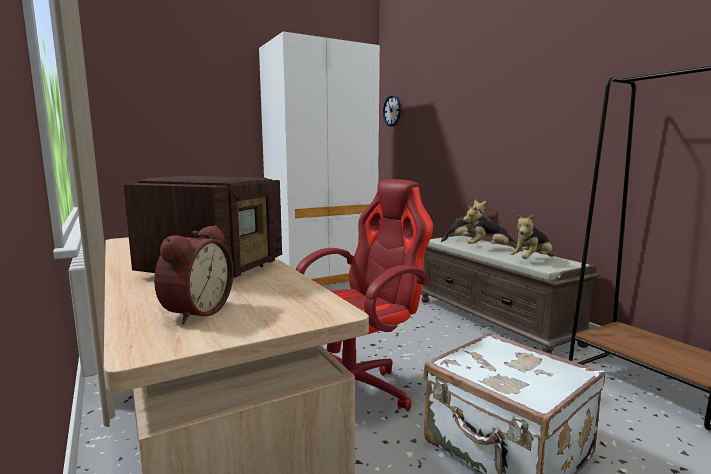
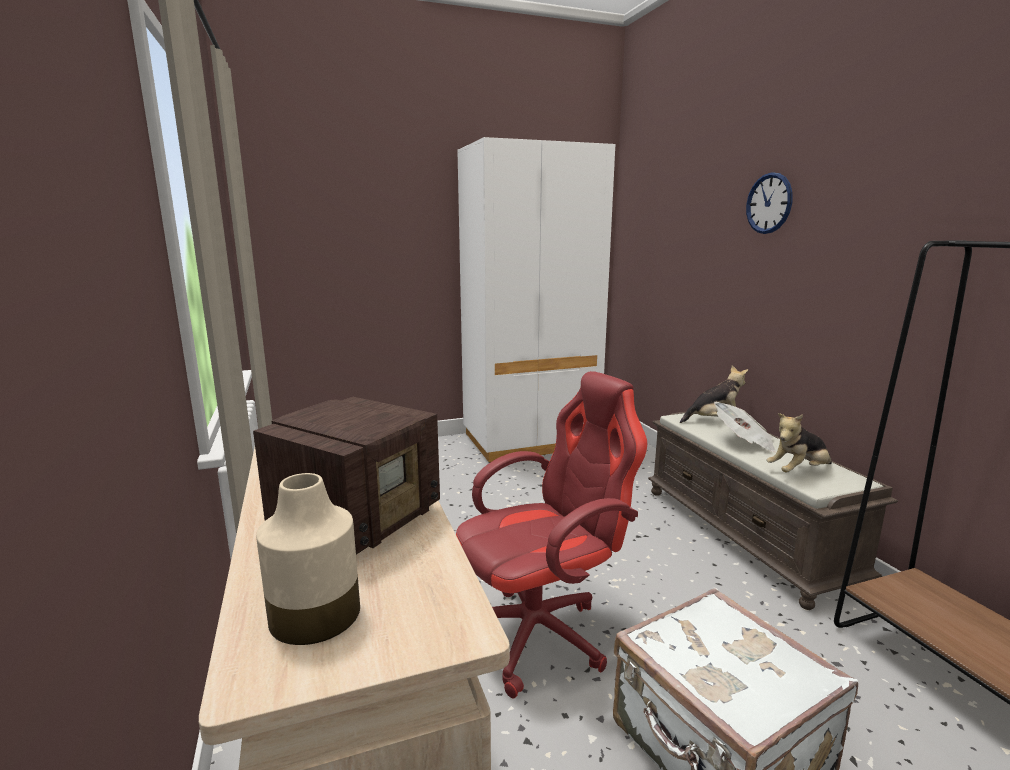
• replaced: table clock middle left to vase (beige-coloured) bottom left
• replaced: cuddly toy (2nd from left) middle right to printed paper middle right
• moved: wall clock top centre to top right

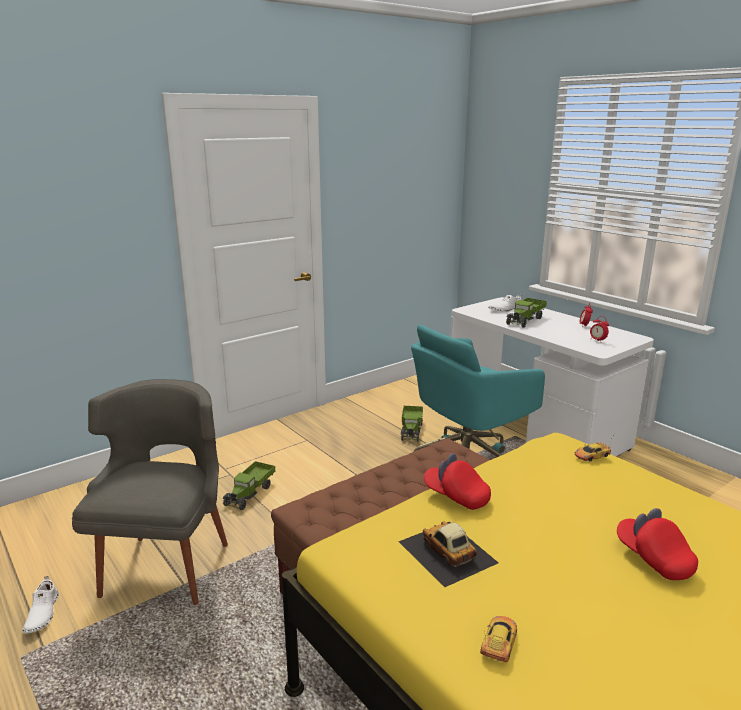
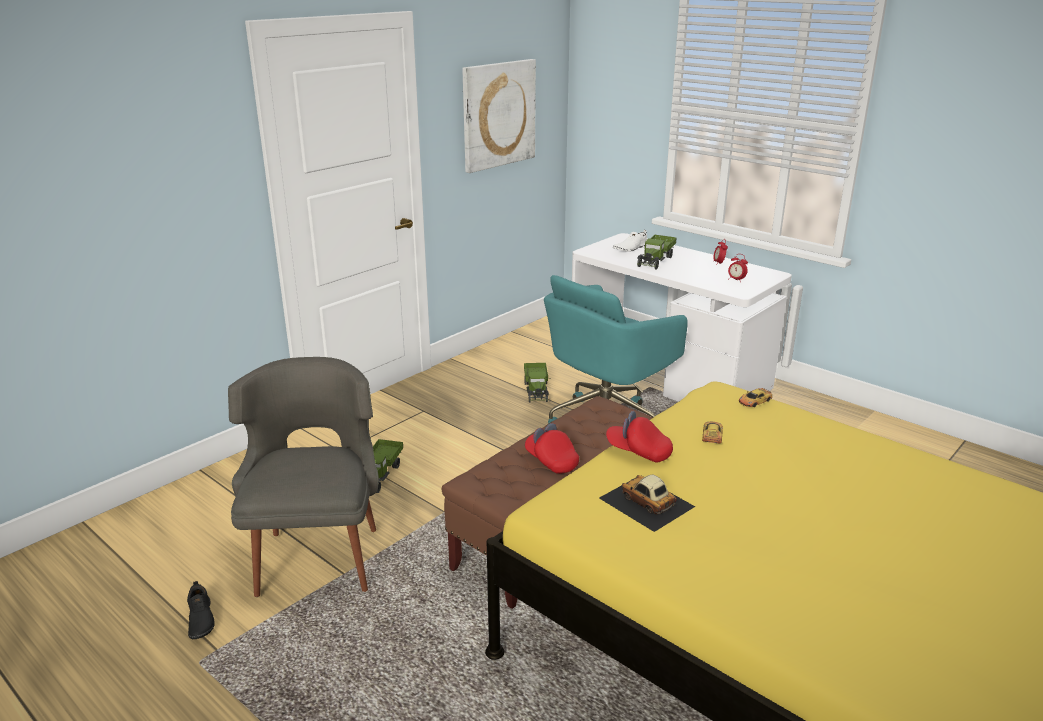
• recoloured: shoe (whitish) (1st from left) bottom left to shoe (black) bottom left
• added: wall art top centre
• moved: cap (red-coloured) (2nd from left in the first image) bottom right to cap (red-coloured) (1st from left) centre
• moved: miniature car (2nd from left) bottom right to middle right

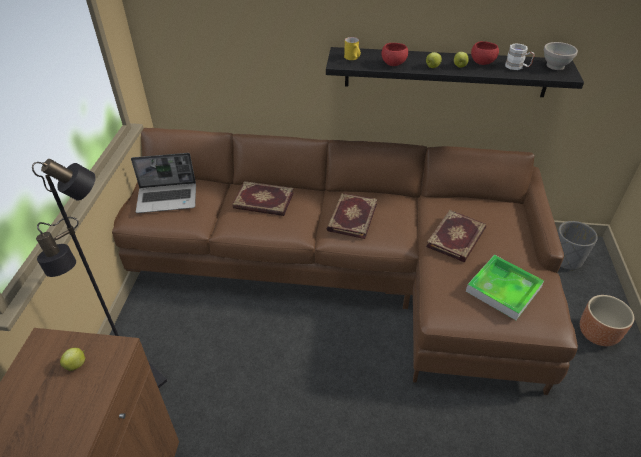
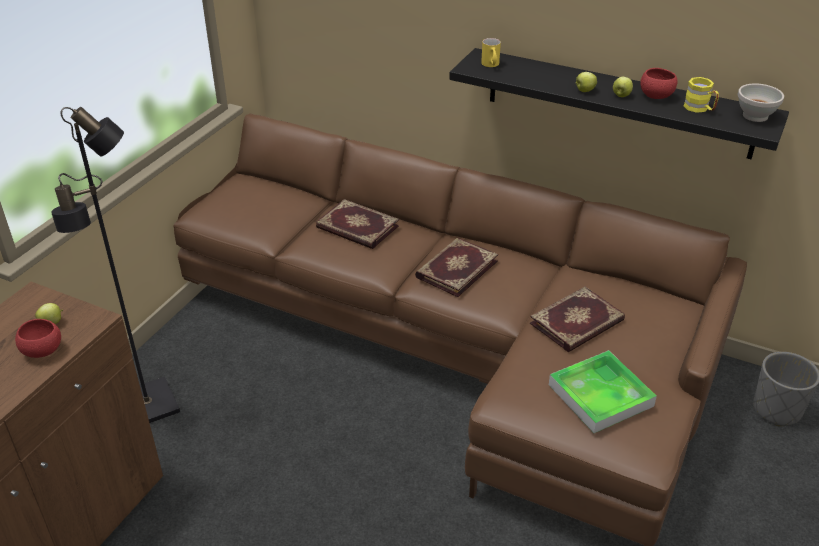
• moved: serving bowl (red-coloured) (1st from left) top centre to middle left
• recoloured: coffee mug (whitish) top right to coffee mug (yellow) (2nd from left) top right
• removed: laptop middle left
• removed: planter (brown) bottom right

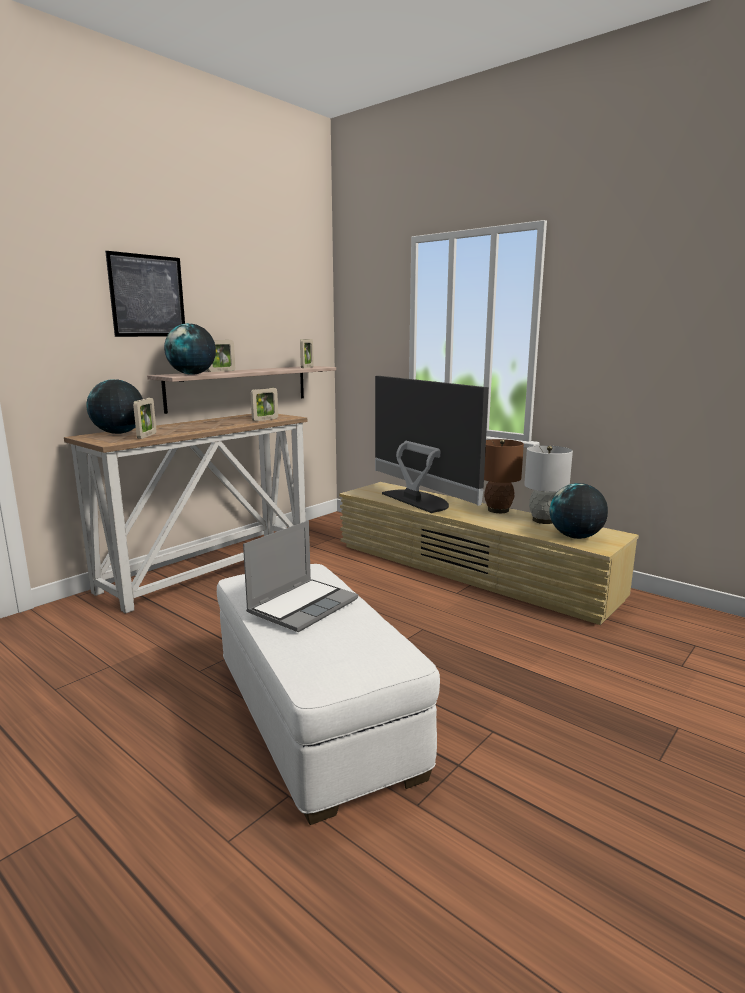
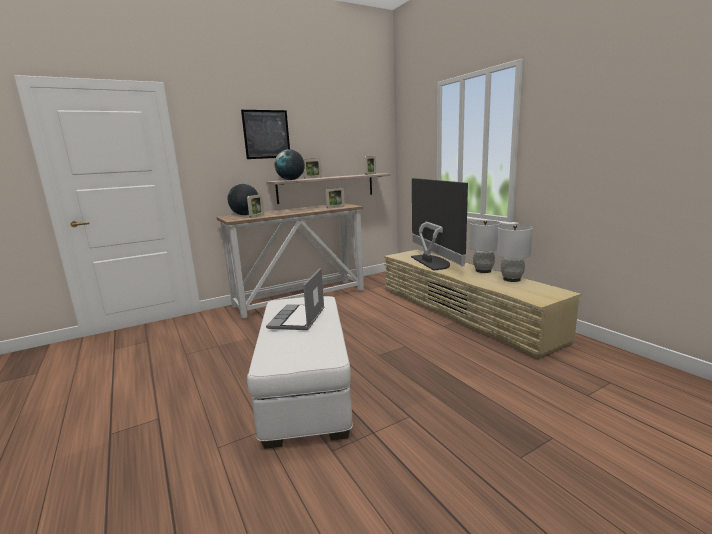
• turned: laptop centre = centre 135 degrees clockwise
• recoloured: lamp for a table (brown) middle right to lamp for a table (whitish) (1st from left) middle right
• removed: globe (3rd from left) middle right

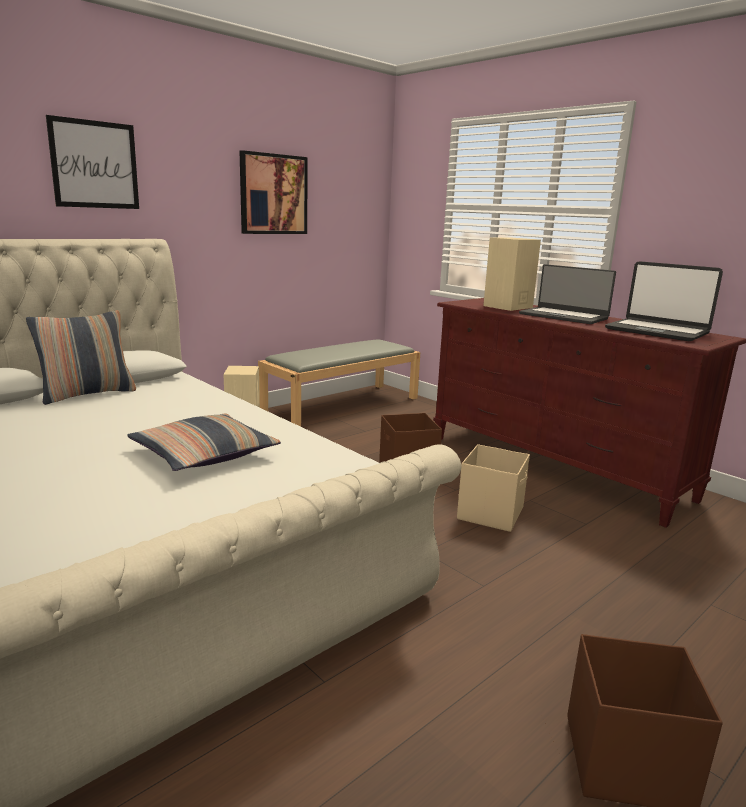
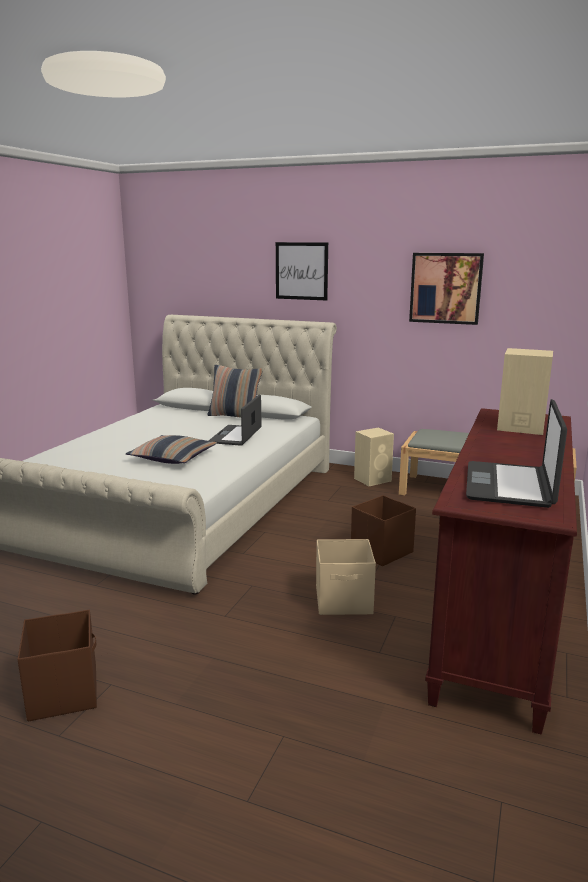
• moved: laptop (1st from left) middle right to centre

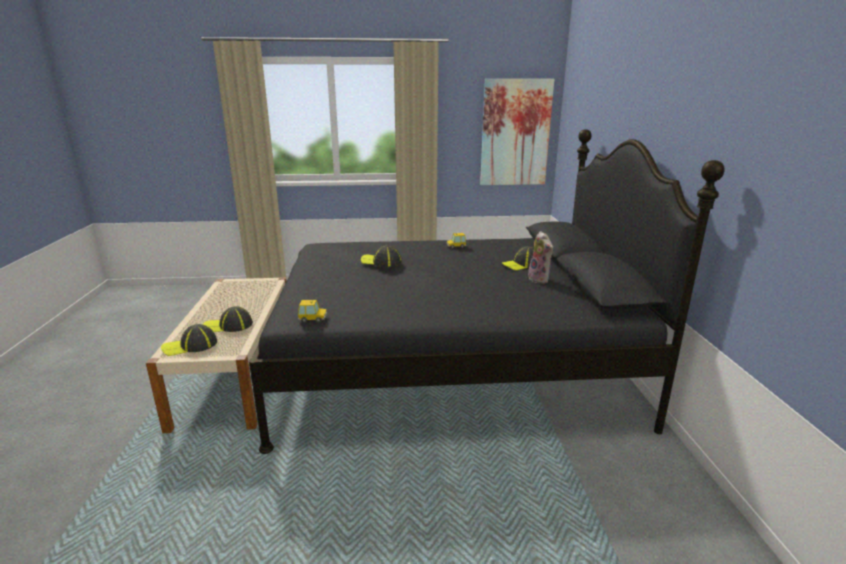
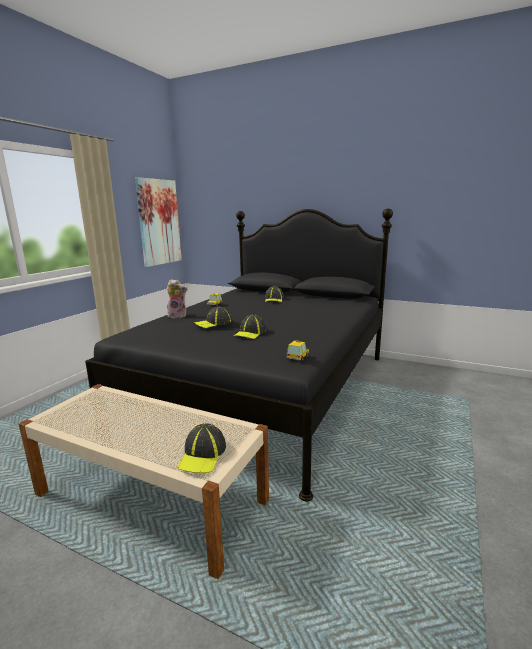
• moved: cuddly toy centre to middle left
• moved: cap (2nd from left in the first image) middle left to cap (3rd from left) centre

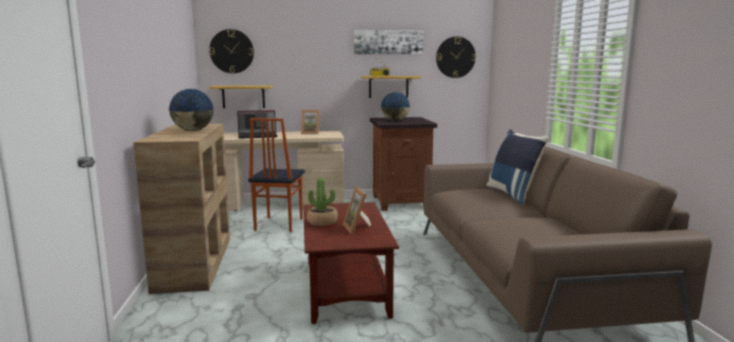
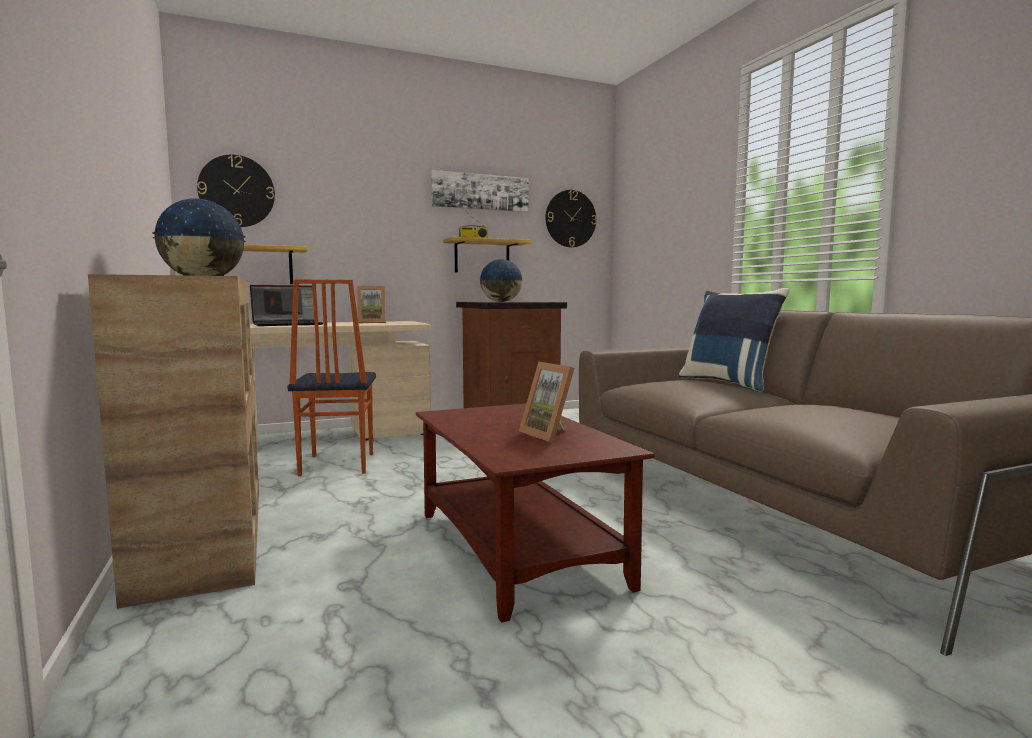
• removed: potted plant centre

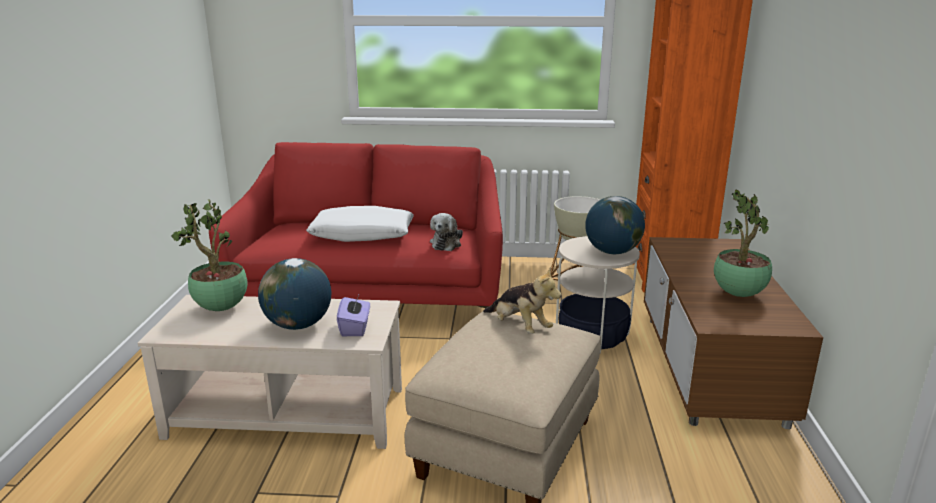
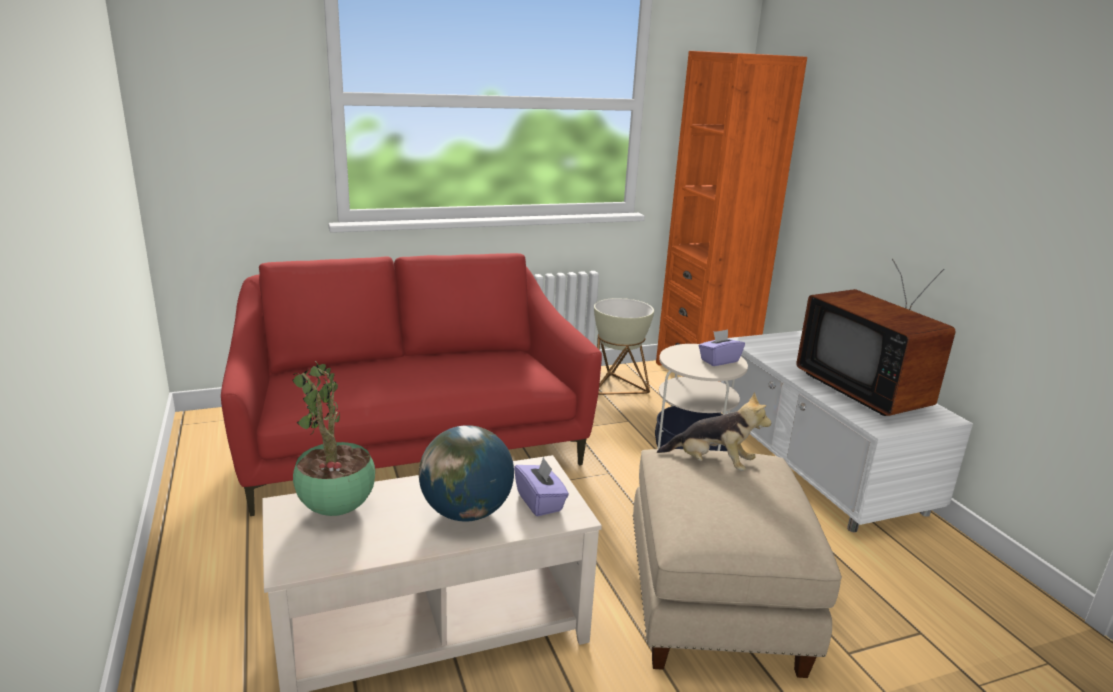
• replaced: globe (2nd from left) centre to tissue box (purplish) (2nd from left) centre
• recoloured: tv stand (brown) middle right to tv stand (whitish) middle right
• replaced: potted plant (2nd from left) middle right to TV middle right
• removed: pillow (whitish) centre
• removed: cuddly toy (1st from left) centre

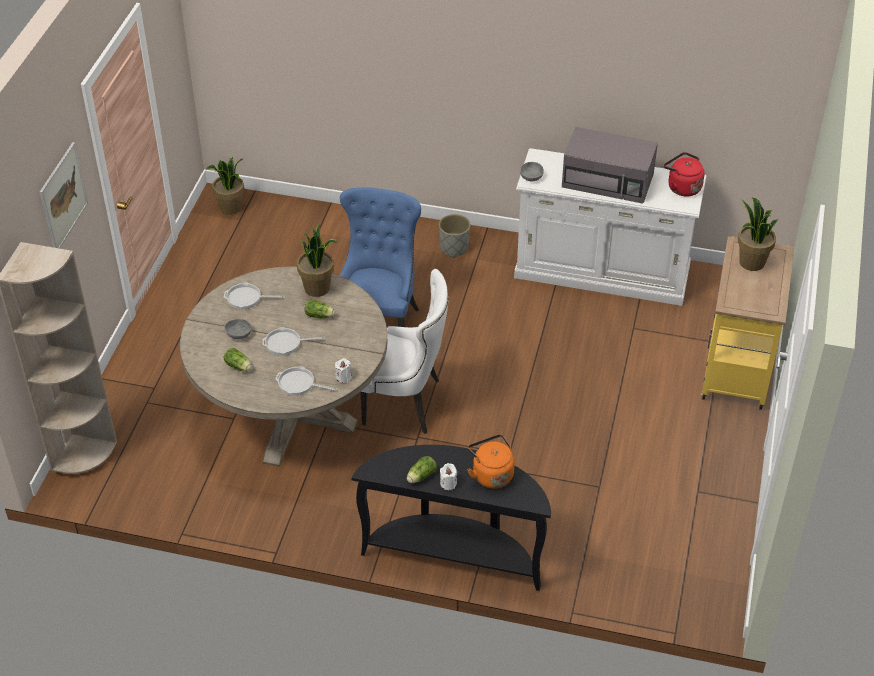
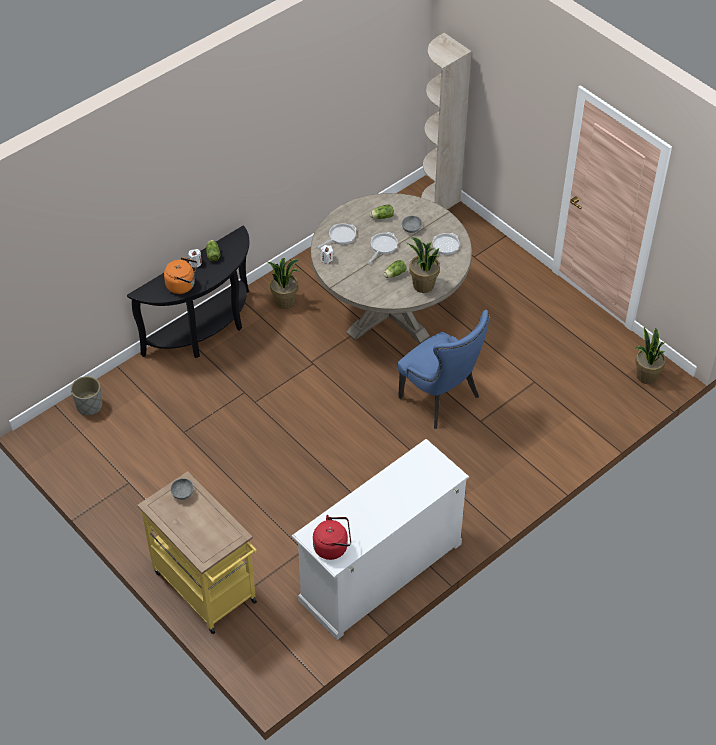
• moved: planter (grey) centre to middle left
• moved: serving bowl (grey) (2nd from left in the first image) top centre to serving bowl (grey) (1st from left) middle left
• moved: potted plant (3rd from left in the first image) middle right to potted plant (1st from left) centre
• removed: wall art top left
• removed: chair (whitish) centre
• removed: microwave oven (grey) top right

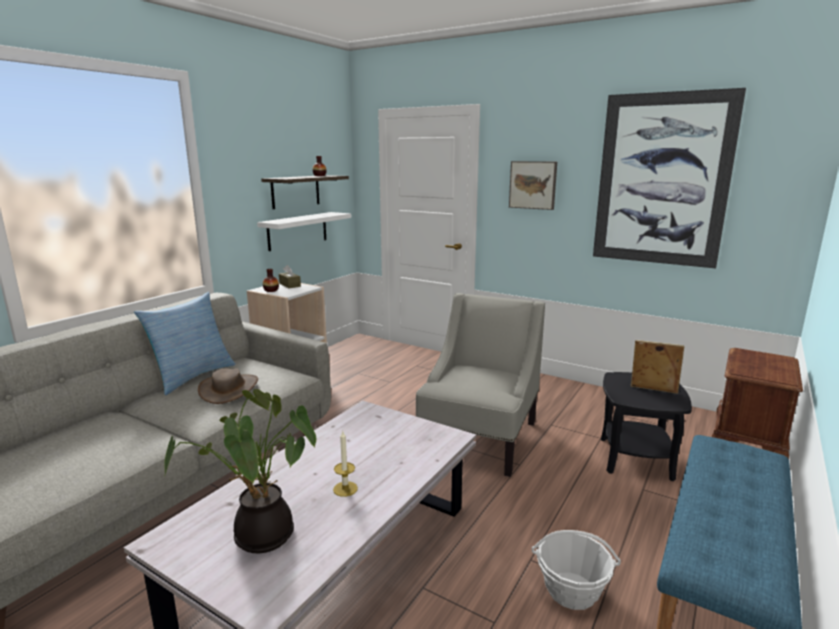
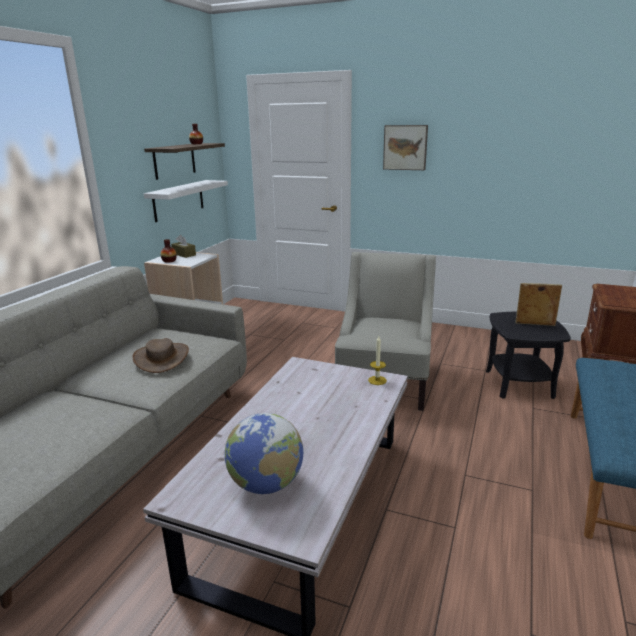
• replaced: potted plant bottom left to globe bottom centre
• moved: wax light bottom centre to centre
• removed: pillow middle left
• removed: household basket bottom right
• removed: wall art (2nd from left) top right

